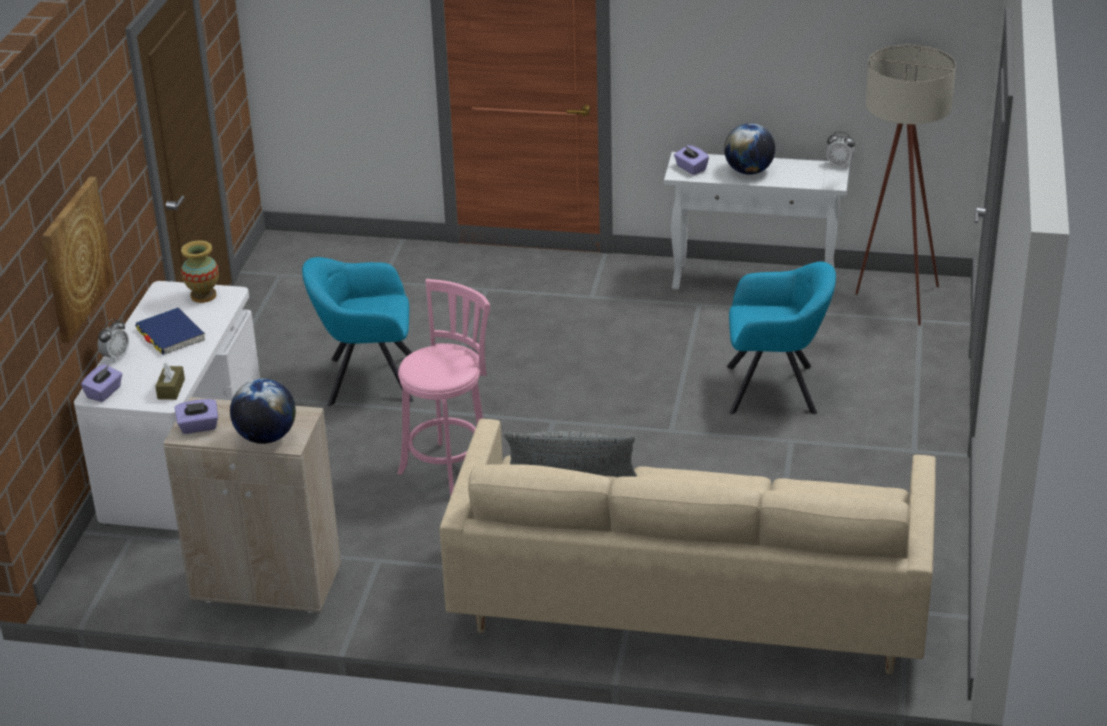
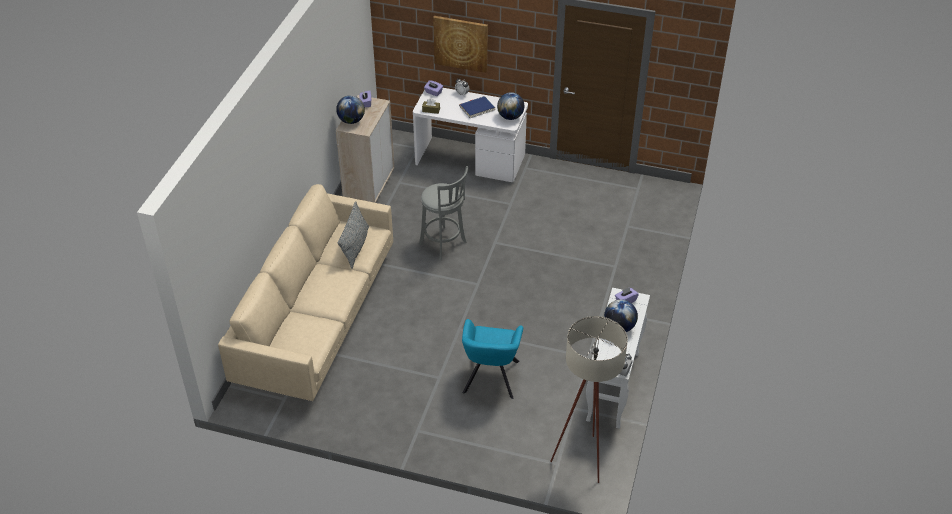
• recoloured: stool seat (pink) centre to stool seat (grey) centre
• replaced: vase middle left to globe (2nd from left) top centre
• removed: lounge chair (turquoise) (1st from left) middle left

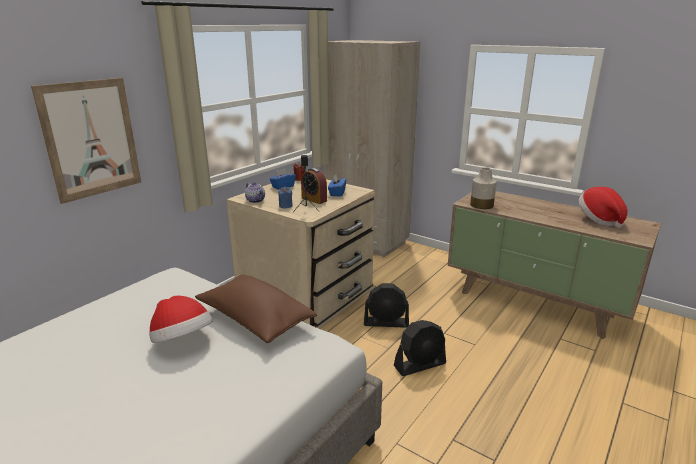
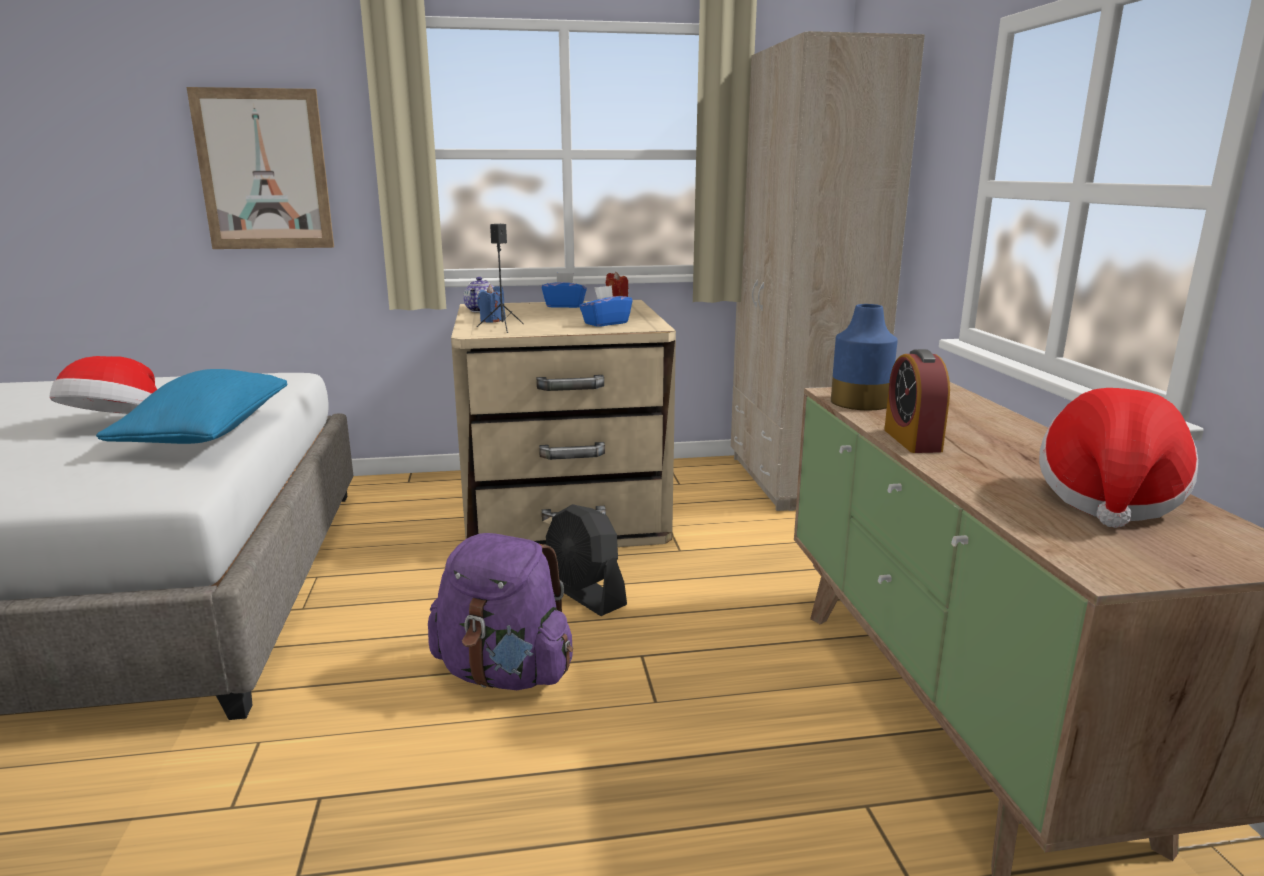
• recoloured: pillow (brown) centre to pillow (blue-coloured) middle left
• replaced: cooling fan (black) (2nd from left) bottom centre to knapsack (purplish) bottom centre
• recoloured: vase (beige-coloured) middle right to vase (blue-coloured) middle right
• moved: table clock centre to middle right

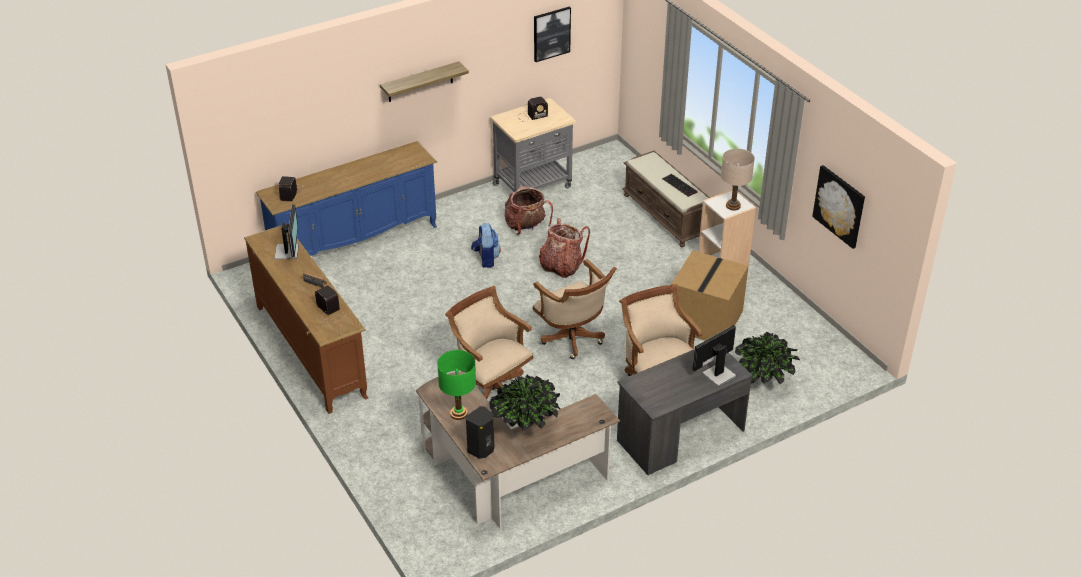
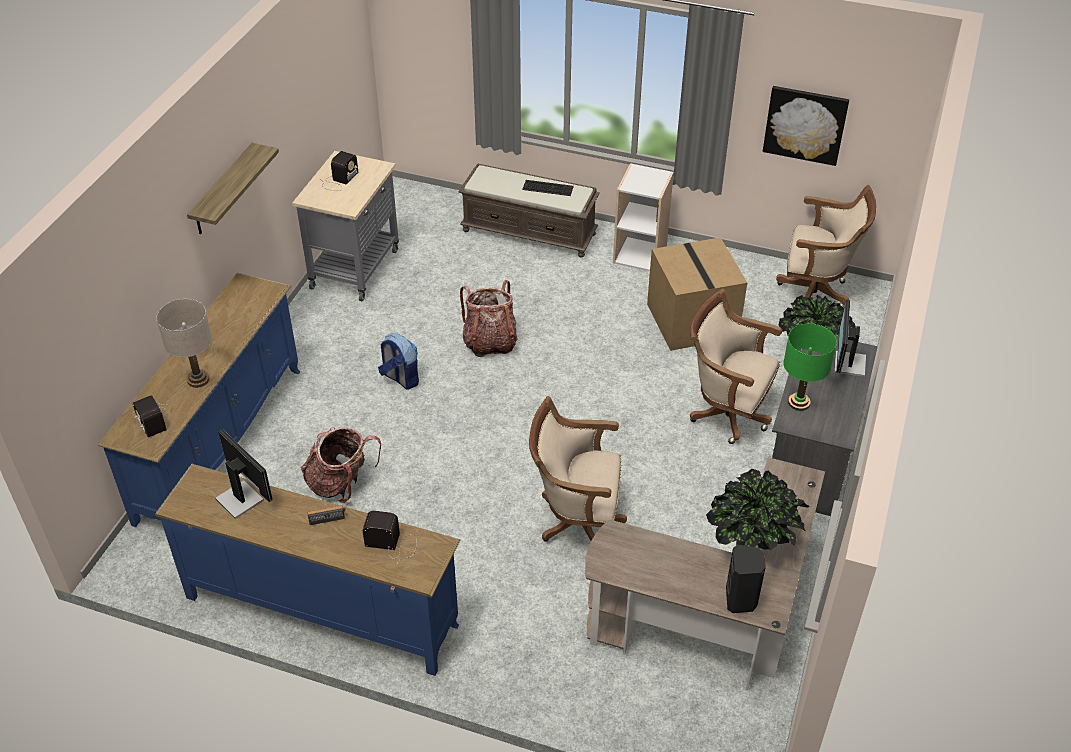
• recoloured: cupboard (brown) middle left to cupboard (blue-coloured) (2nd from left) bottom left
• moved: lamp for a table (beige-coloured) top right to middle left
• moved: knapsack (2nd from left in the first image) centre to knapsack (1st from left) middle left
• moved: computer chair (2nd from left in the first image) centre to computer chair (3rd from left) top right
• moved: lamp for a table (green-coloured) bottom centre to middle right
• removed: wall art (1st from left) top centre

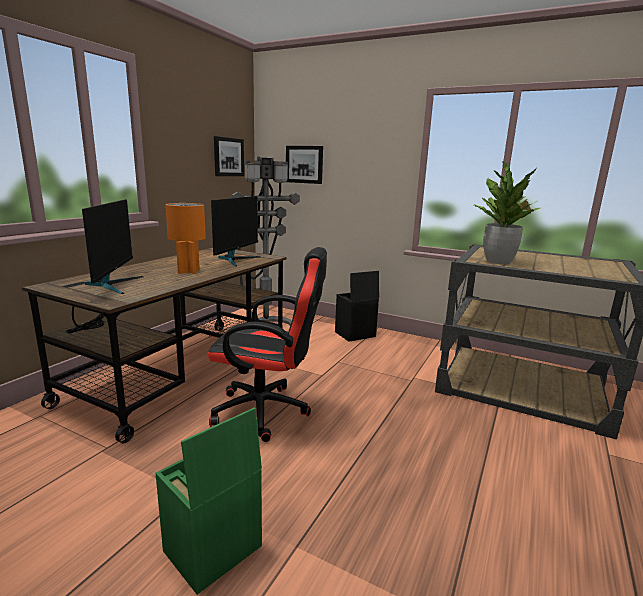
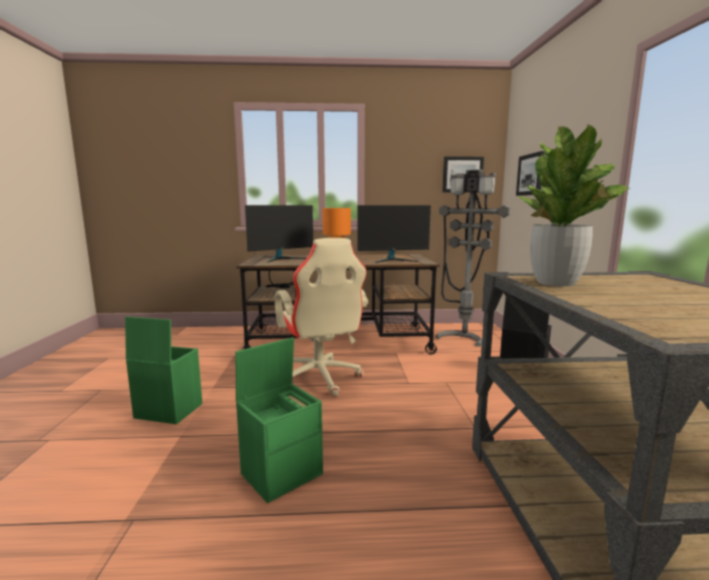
• added: storage bin (green-coloured) (2nd from left) bottom centre
• recoloured: computer chair (black) centre to computer chair (beige-coloured) centre

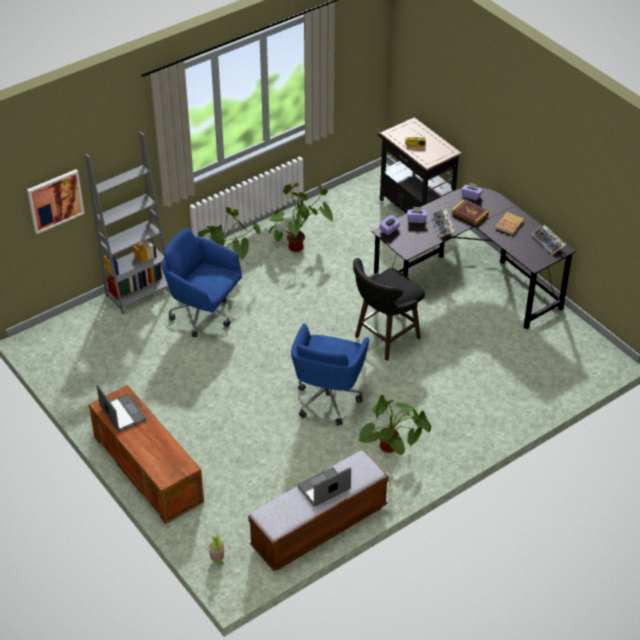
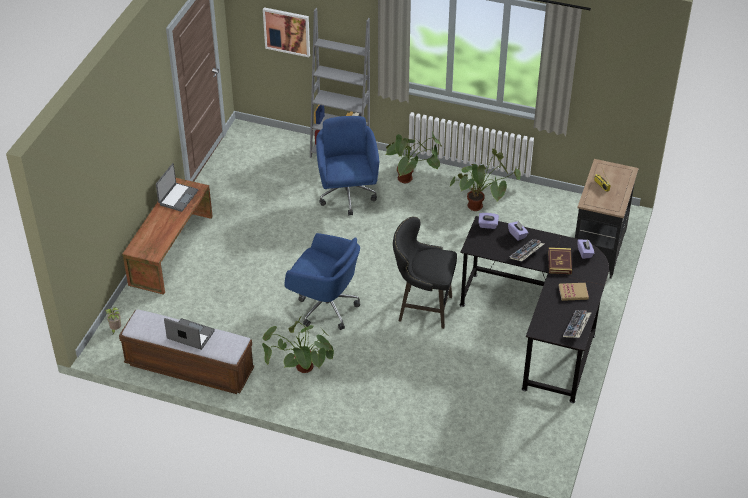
• turned: computer chair (blue-coloured) (2nd from left in the first image) centre = centre 135 degrees counterclockwise

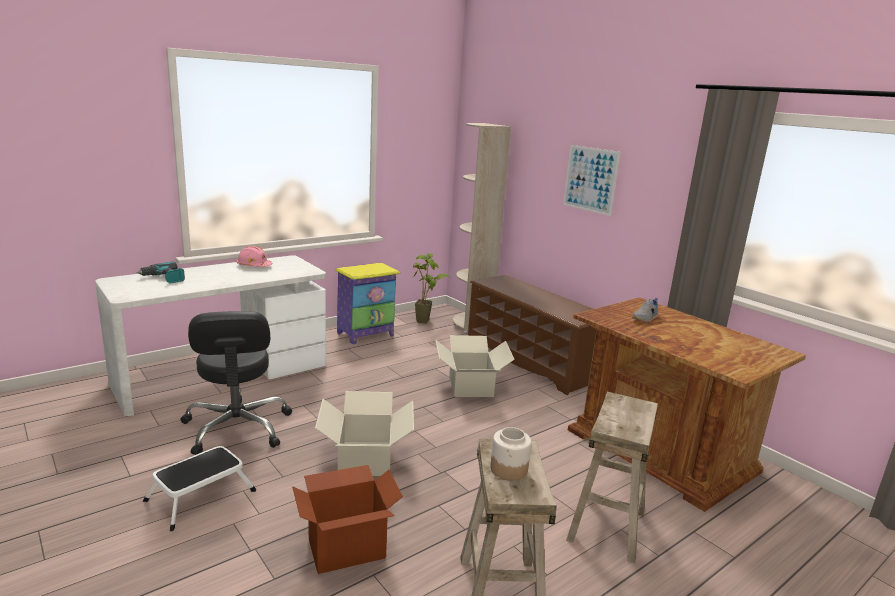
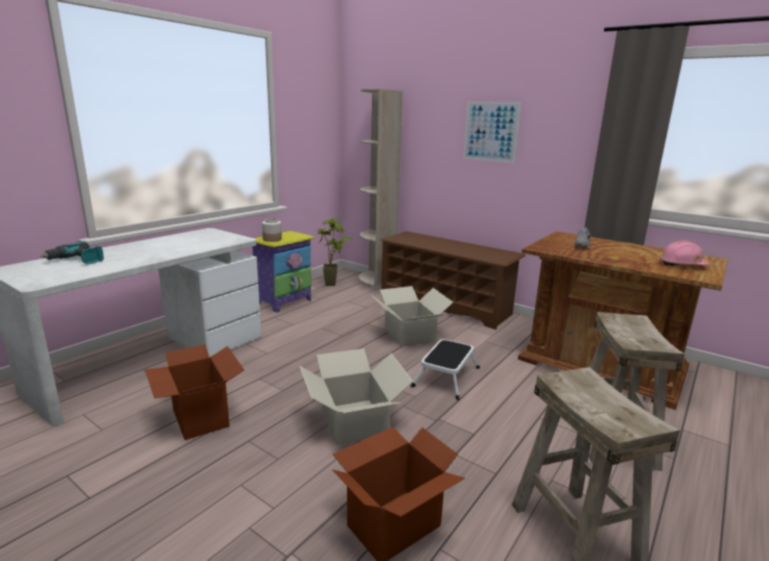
• replaced: computer chair (black) middle left to packing box (1st from left) bottom left
• moved: preserve jar bottom centre to centre
• moved: step ladder (black) bottom left to centre
• moved: work helmet (pink) middle left to middle right

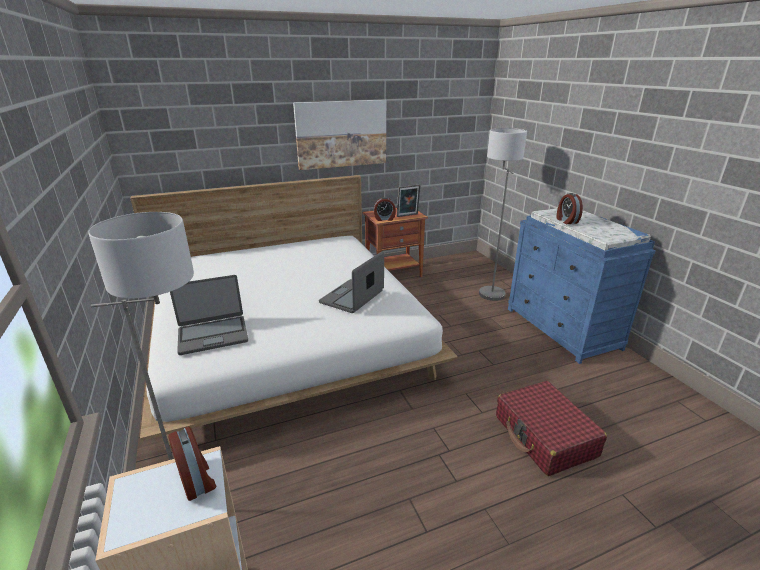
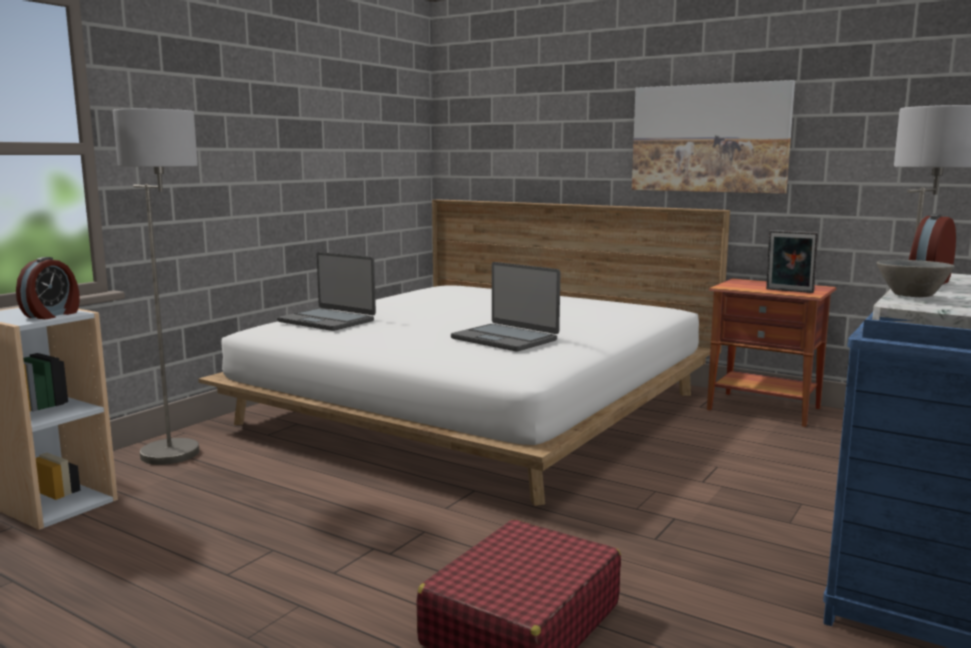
• turned: laptop (2nd from left) centre = centre 135 degrees counterclockwise
• added: serving bowl (grey) middle right
• removed: table clock (2nd from left) centre

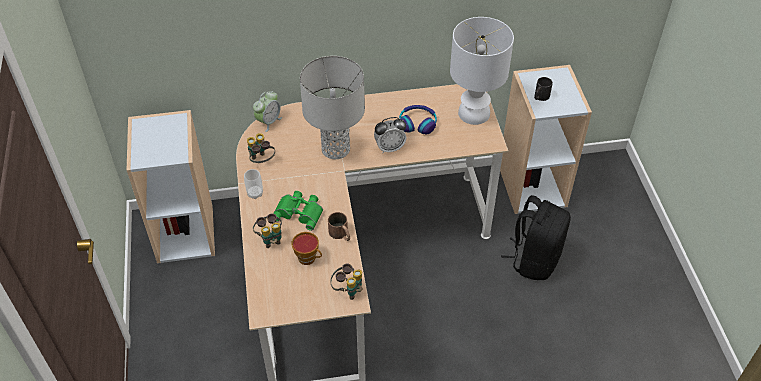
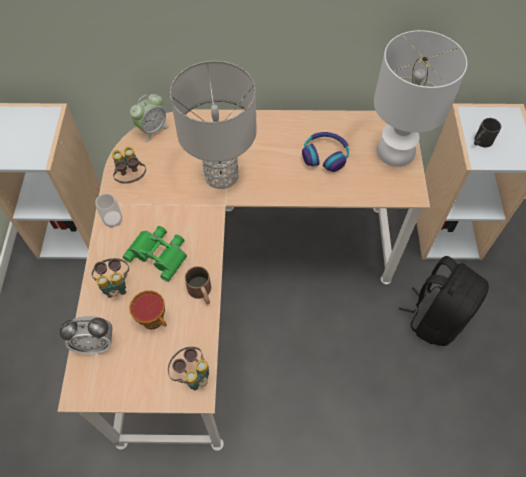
• moved: table clock (2nd from left in the first image) centre to table clock (1st from left) bottom left

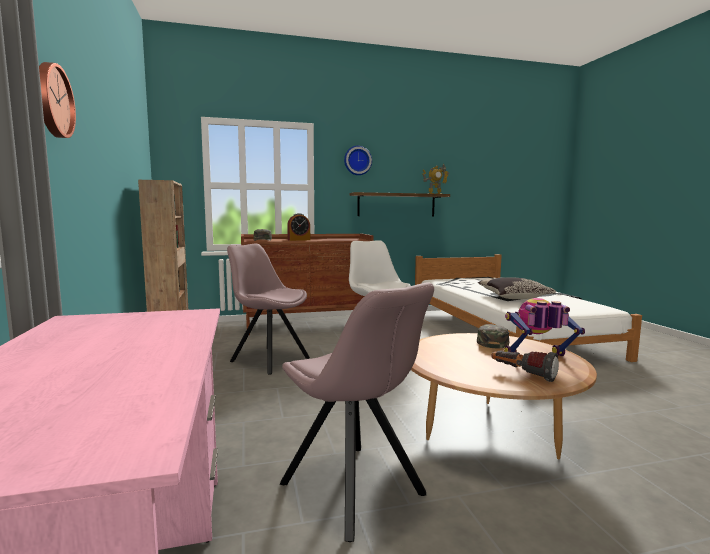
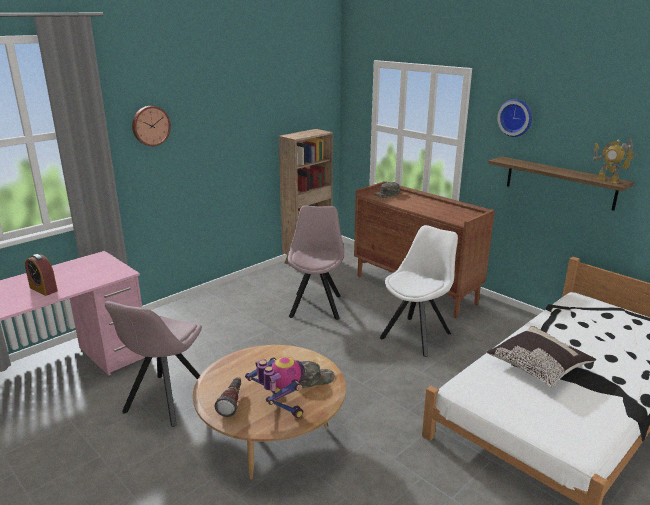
• moved: table clock centre to middle left

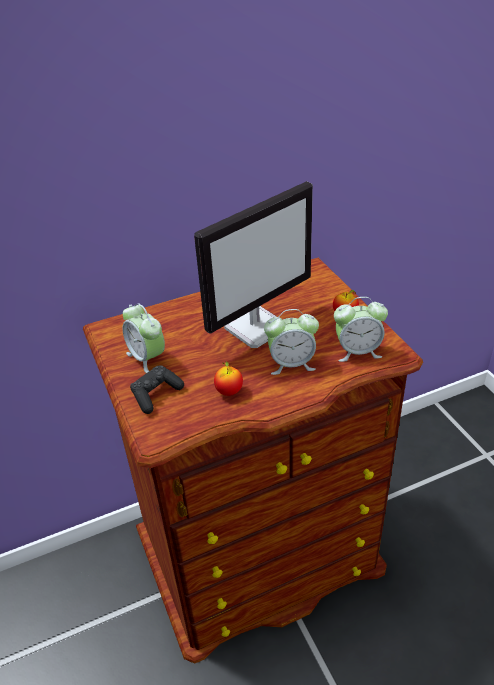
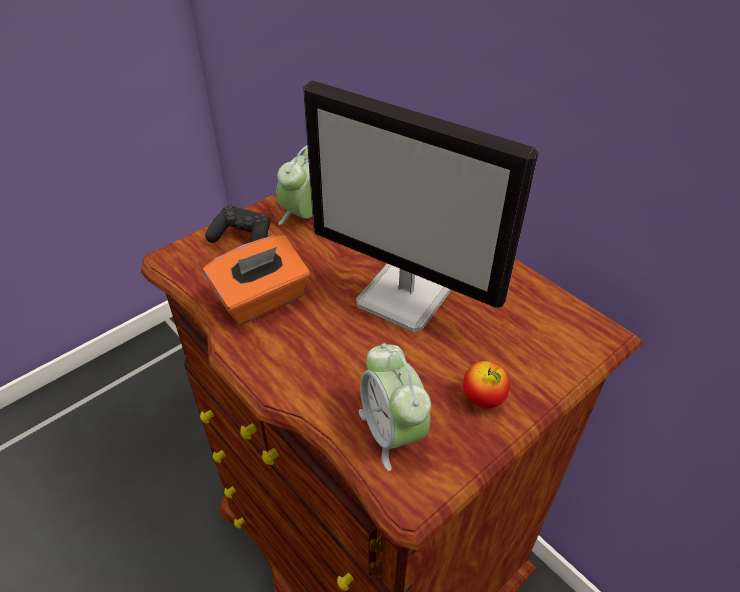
• replaced: whole apple (1st from left) centre to tissue box (orange) centre
• removed: table clock (2nd from left) centre

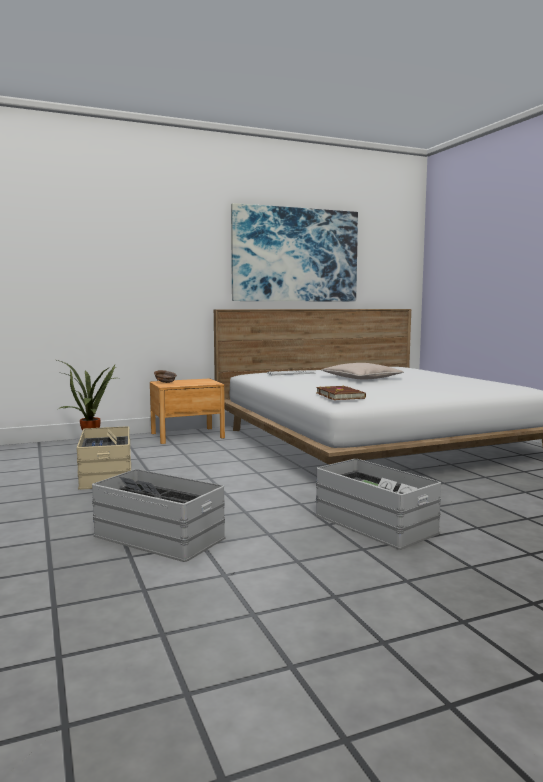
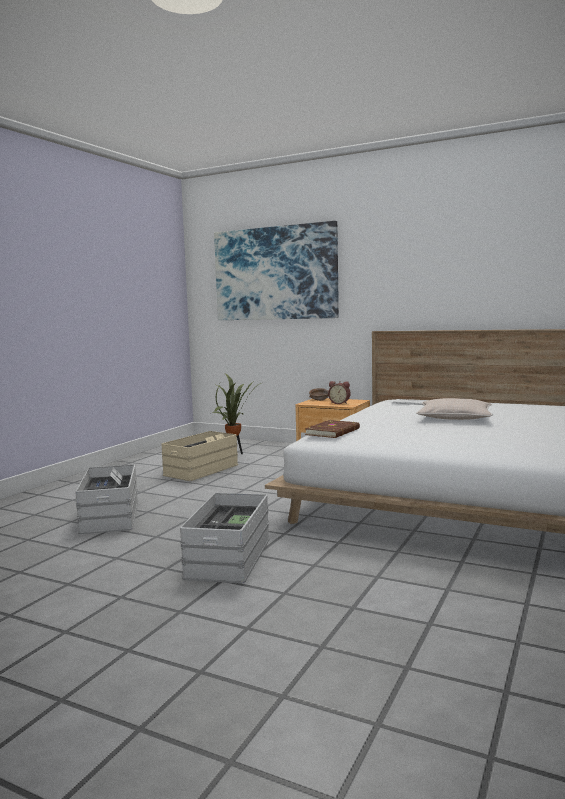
• moved: wall art top centre to centre
• added: table clock centre

